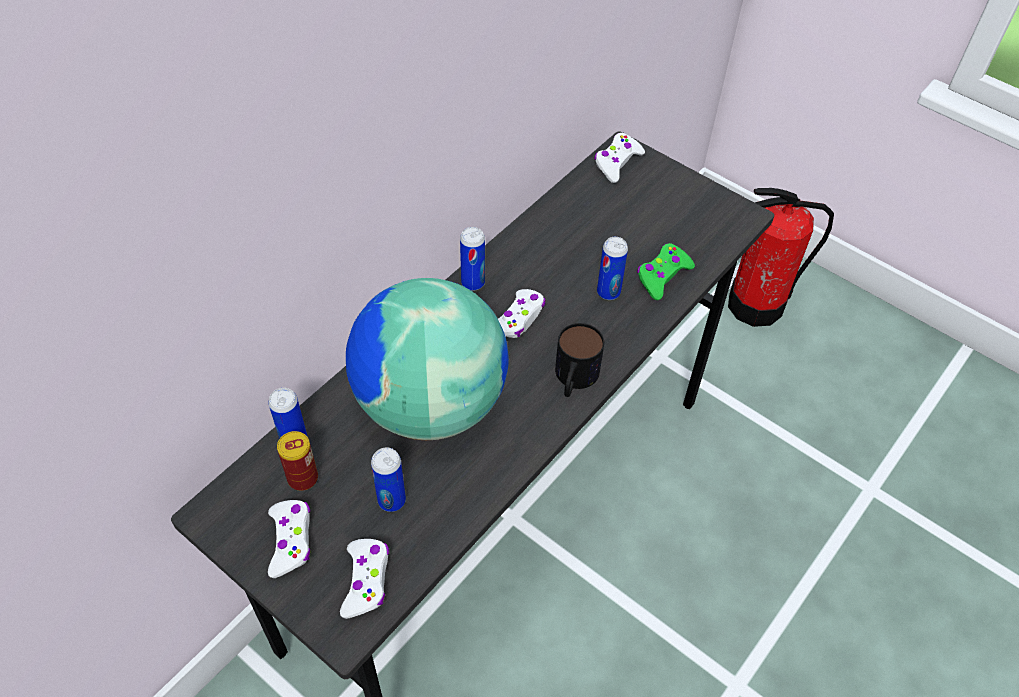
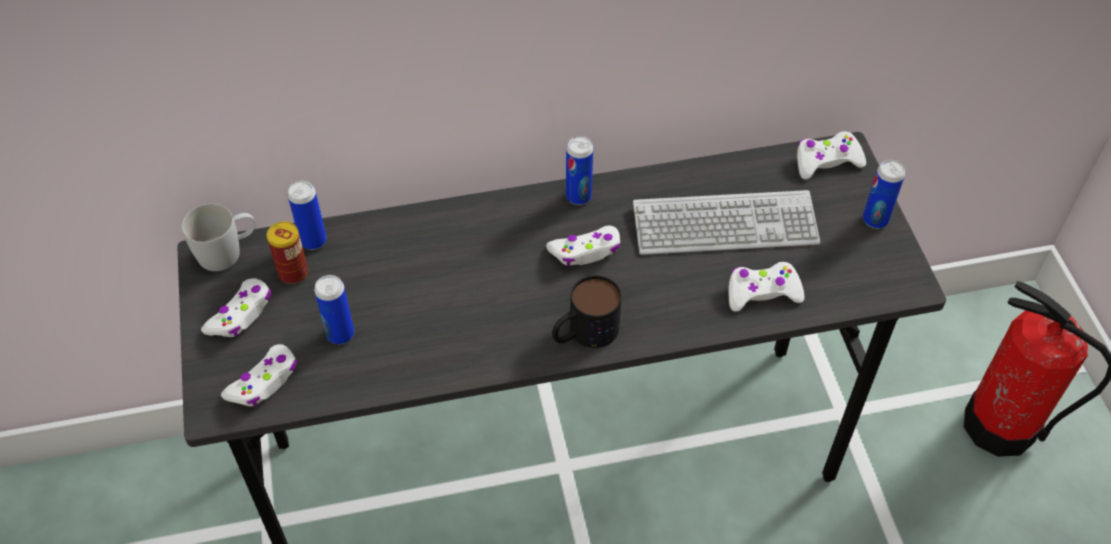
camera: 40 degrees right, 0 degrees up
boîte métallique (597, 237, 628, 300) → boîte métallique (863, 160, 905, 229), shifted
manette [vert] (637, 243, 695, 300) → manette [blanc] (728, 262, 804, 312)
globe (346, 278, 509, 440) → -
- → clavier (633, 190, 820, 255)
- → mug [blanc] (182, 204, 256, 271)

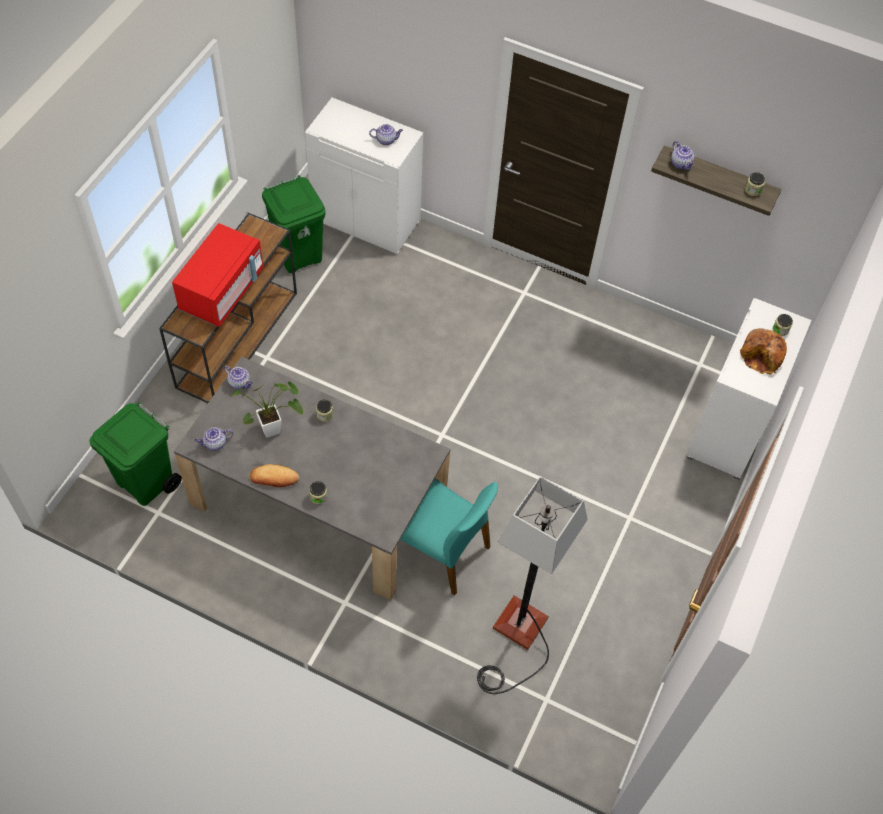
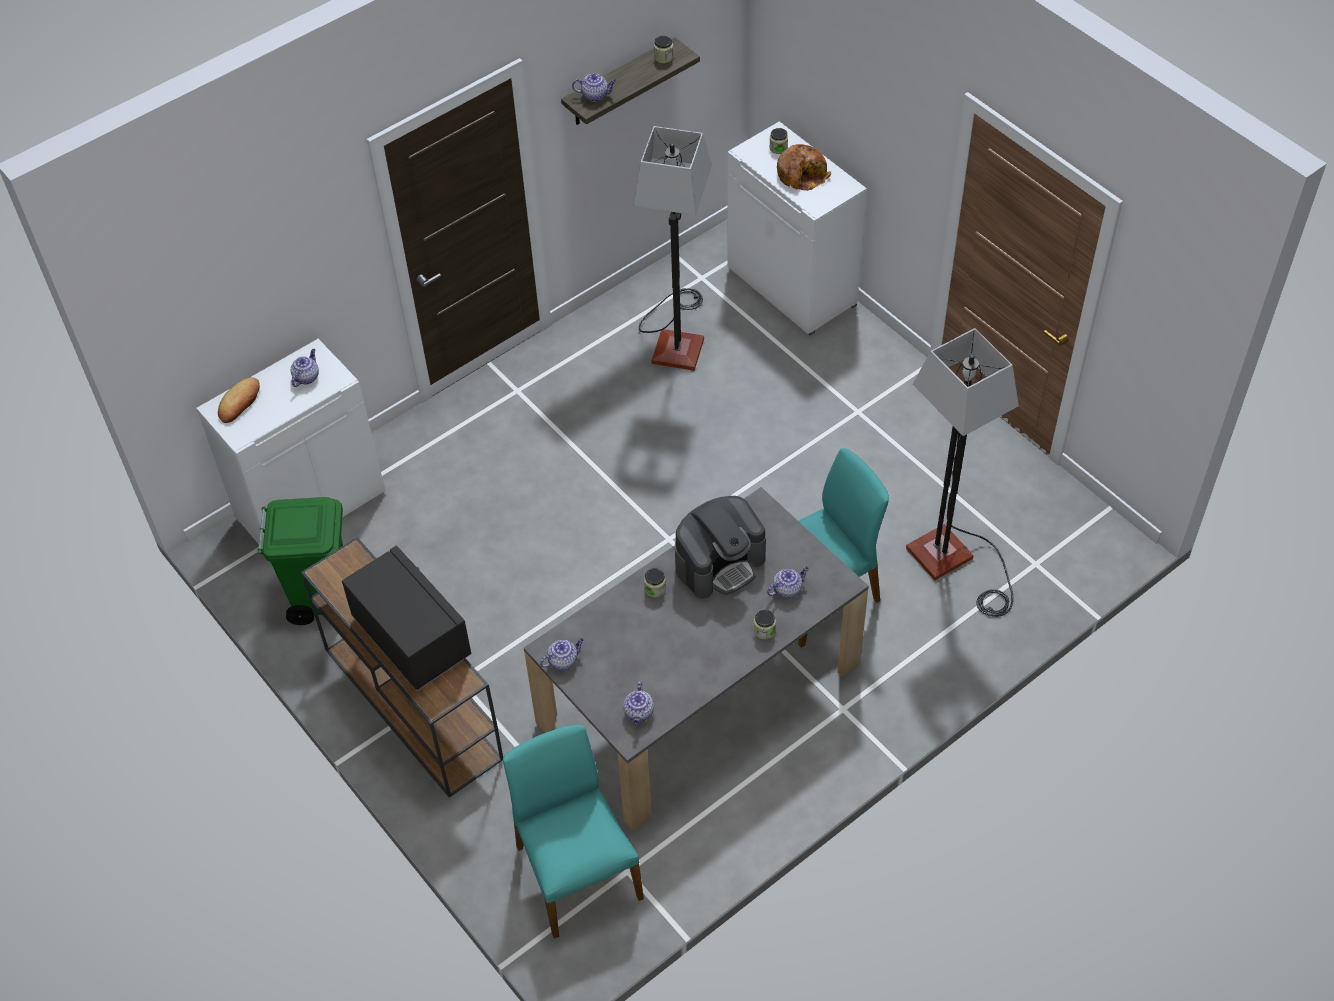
camera: 60 degrees left, 5 degrees down
micro-ondes [rouge] (172, 223, 263, 327) → micro-ondes [noir] (342, 546, 471, 691)
plante en pot (230, 382, 303, 438) → -
poubelle [vert] (89, 402, 182, 506) → chaise [turquoise] (503, 724, 644, 939)
pain (250, 464, 299, 487) → pain (218, 377, 260, 423), shifted
- → lampadaire (633, 126, 712, 371)
- → machine à café (675, 496, 766, 599)
- → théière (767, 567, 809, 598)

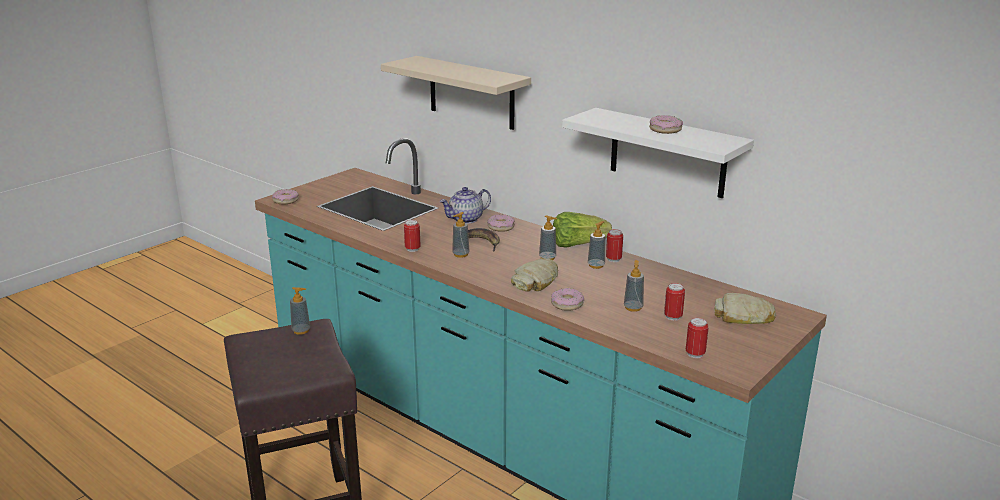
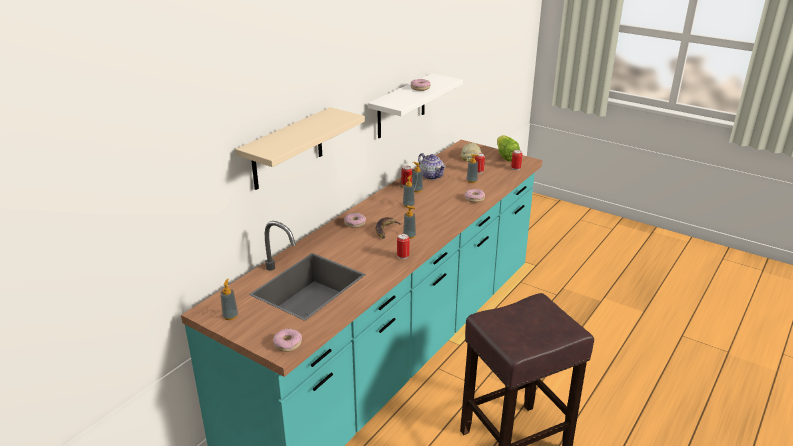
camera: 95 degrees left, 5 degrees up
théière (440, 187, 491, 224) → théière (418, 153, 446, 180), shifted
laitue (553, 212, 612, 248) → laitue (497, 135, 520, 161), shifted
pain (511, 258, 558, 292) → -
distributeur de savon (290, 287, 310, 335) → distributeur de savon (220, 279, 238, 320), shifted

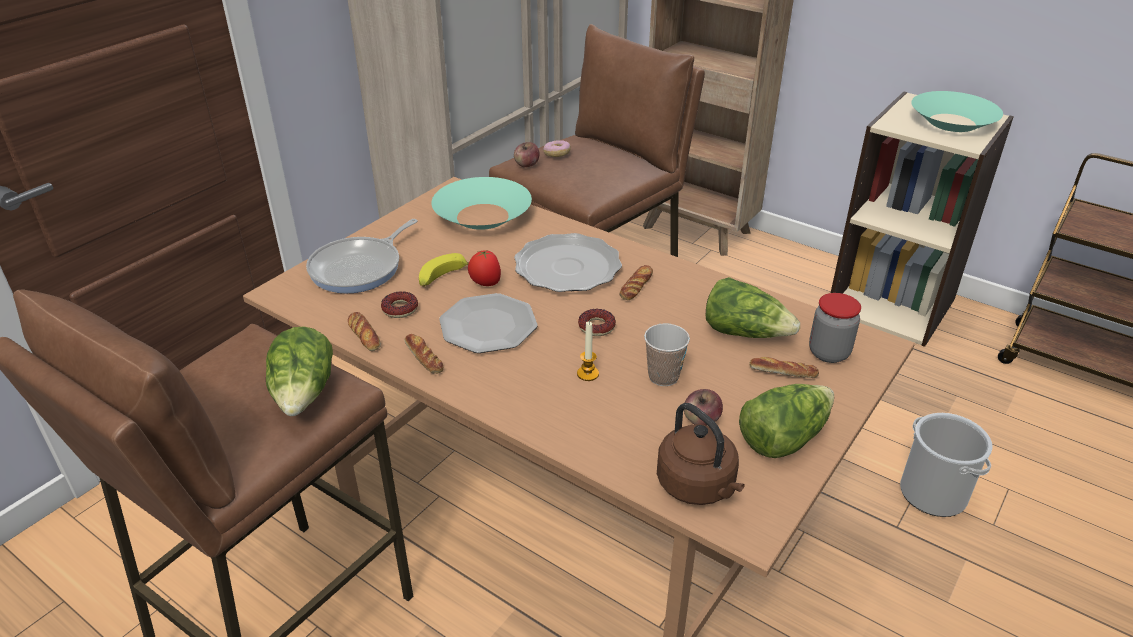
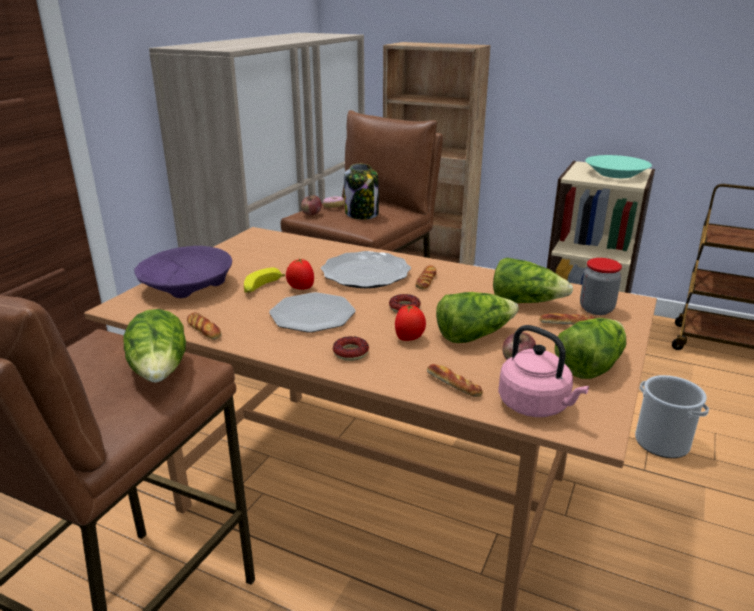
camera: 10 degrees left, 10 degrees down
bol [turquoise] (431, 177, 532, 230) → -
poêle (306, 219, 418, 293) → bol [violet] (134, 246, 232, 298)
beignet (381, 292, 418, 318) → beignet (333, 336, 369, 361), shifted
bougie (577, 322, 599, 381) → tomate (395, 305, 426, 341)
tasse (644, 323, 690, 386) → laitue (436, 292, 519, 343)
pain (405, 334, 443, 374) → pain (427, 364, 483, 397), shifted
bouilloire [marron] (657, 403, 745, 505) → bouilloire [rose] (498, 325, 589, 417)
- → bocal (344, 164, 379, 219)

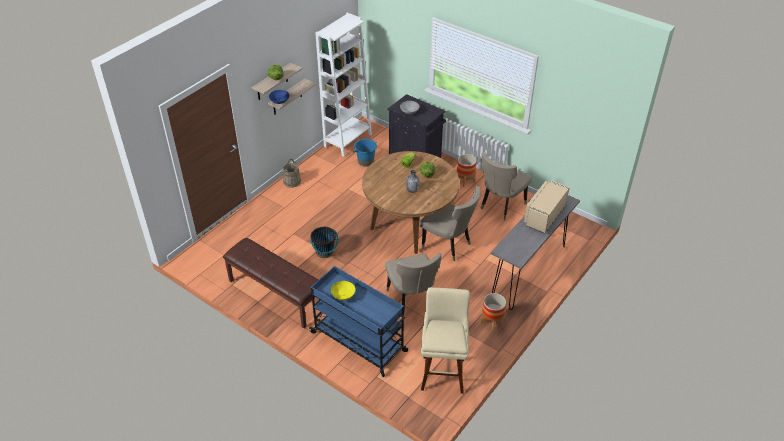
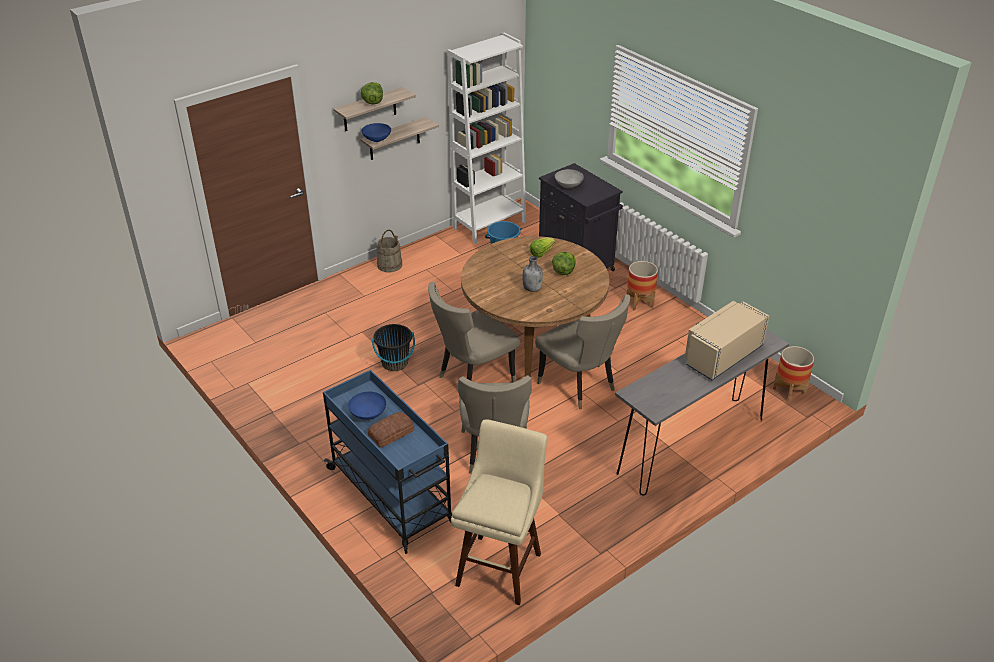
camera: 15 degrees right, 5 degrees down
chaise [beige] (480, 152, 532, 220) → chaise [beige] (428, 282, 520, 383), shifted
banc [marron] (223, 238, 320, 328) → -
bol [jaune] (331, 281, 355, 300) → bol [bleu] (348, 392, 386, 420)
cache-pot (481, 293, 506, 332) → cache-pot (773, 346, 814, 402), shifted
- → pain (368, 412, 414, 448)

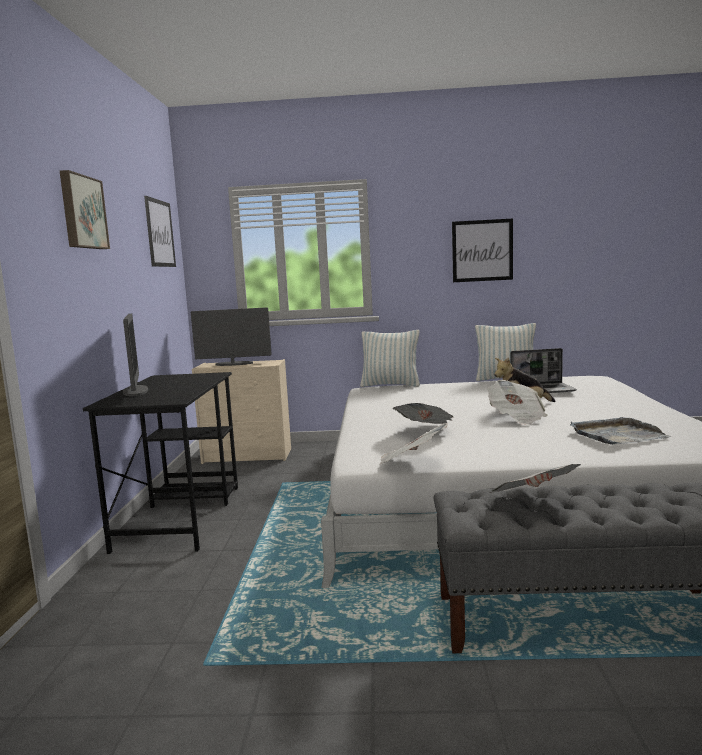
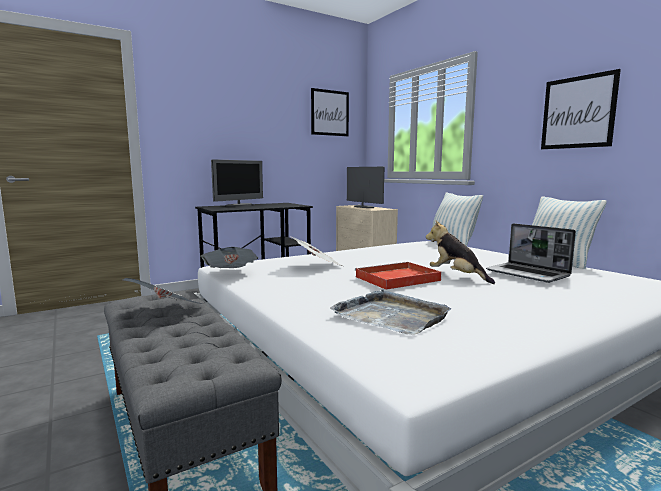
camera: 55 degrees right, 0 degrees up
tableau (60, 170, 110, 249) → -
journal (487, 380, 548, 425) → plateau [rouge] (355, 262, 441, 290)

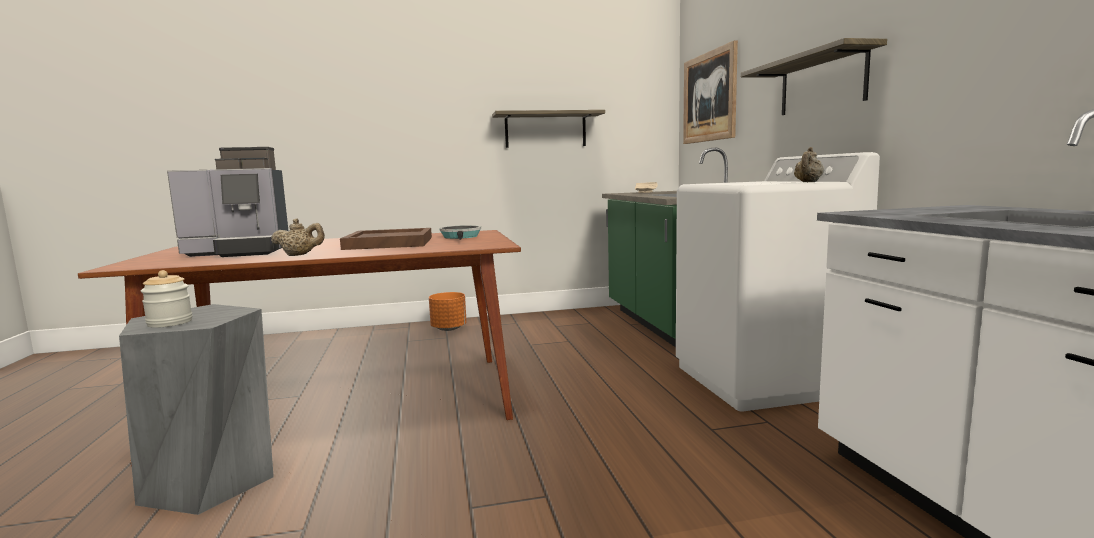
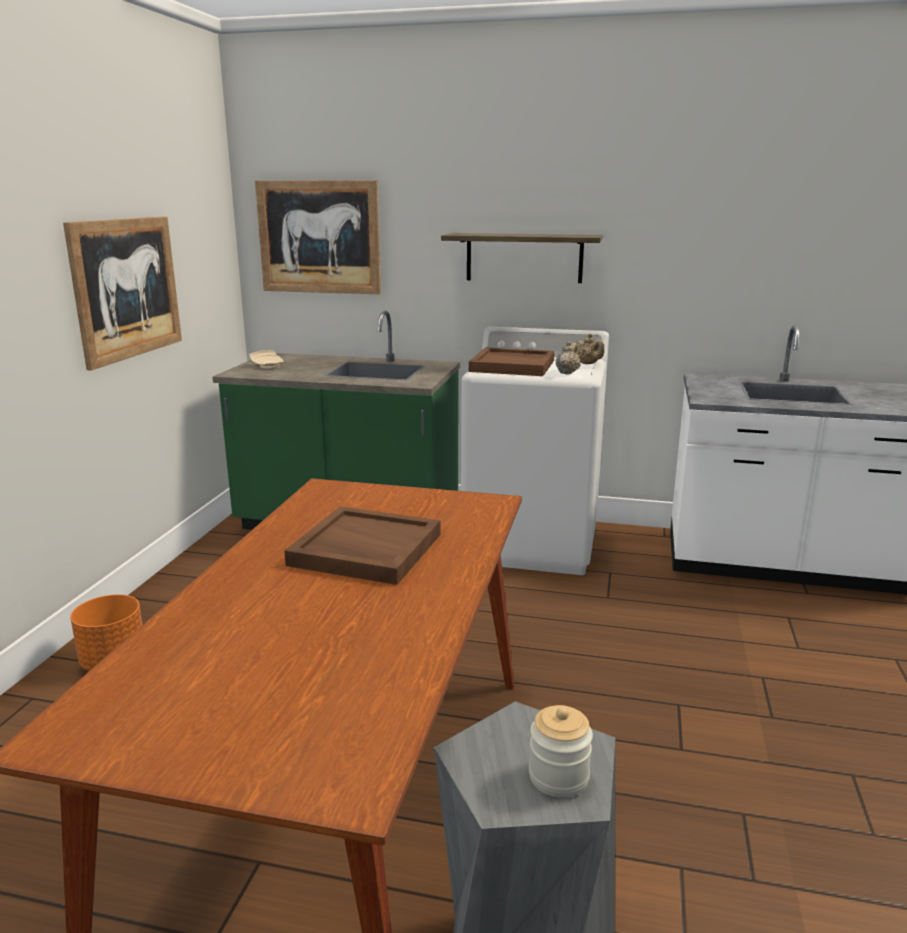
camera: 65 degrees left, 10 degrees up
étagère (492, 110, 605, 148) → tableau (63, 217, 182, 371)
machine à café (167, 147, 288, 257) → -
théière [beige] (271, 218, 325, 256) → théière [beige] (556, 341, 581, 375), shifted
poêle (439, 225, 481, 240) → -
- → plateau [marron] (469, 347, 555, 376)

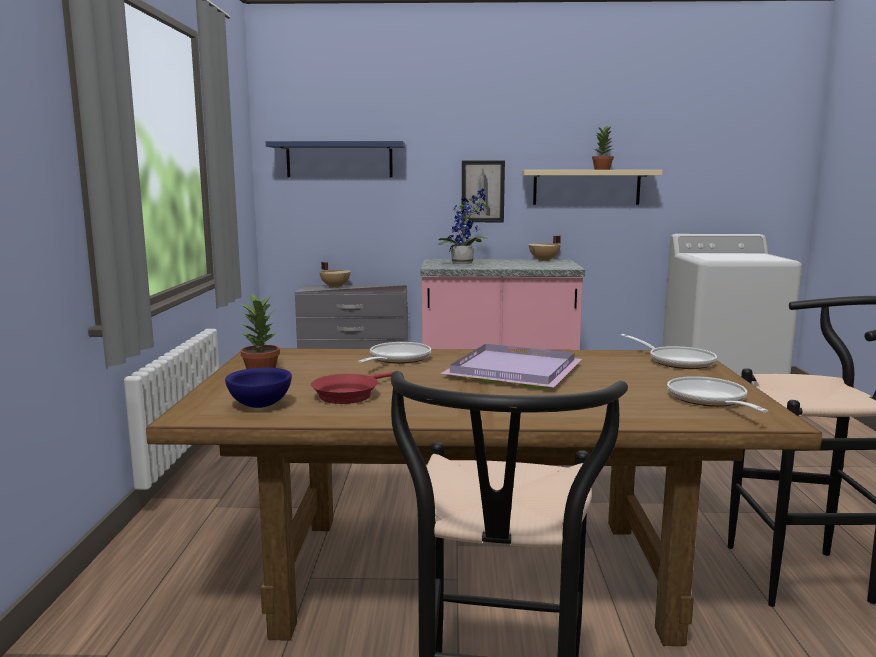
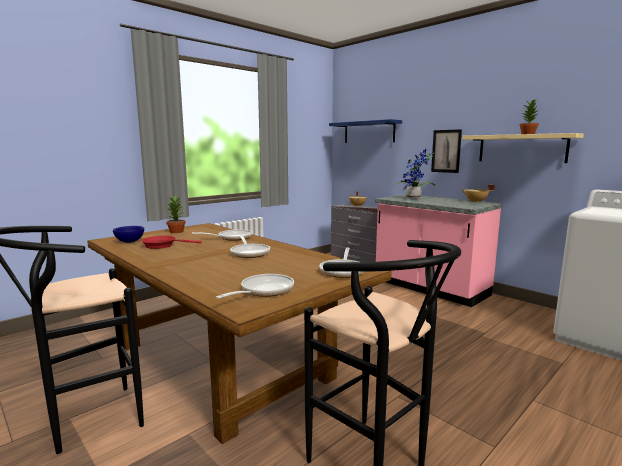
camera: 45 degrees right, 0 degrees up
plateau [violet] (440, 344, 582, 389) → poêle (230, 235, 270, 258)

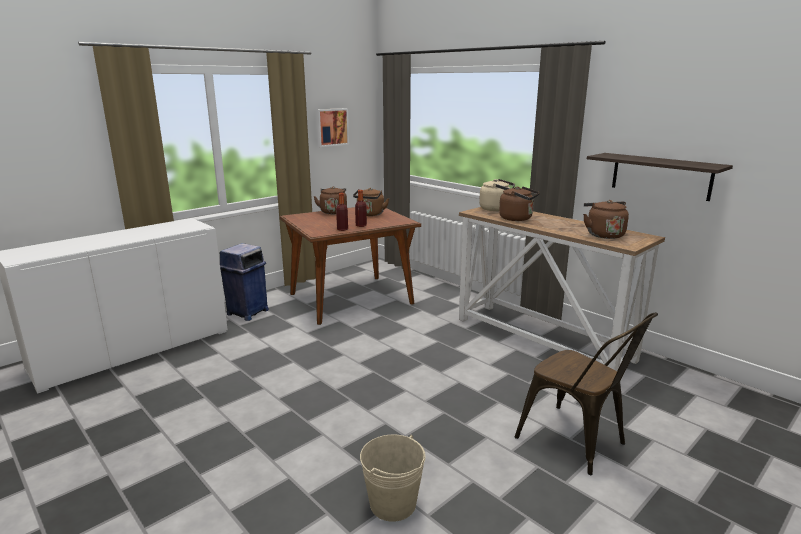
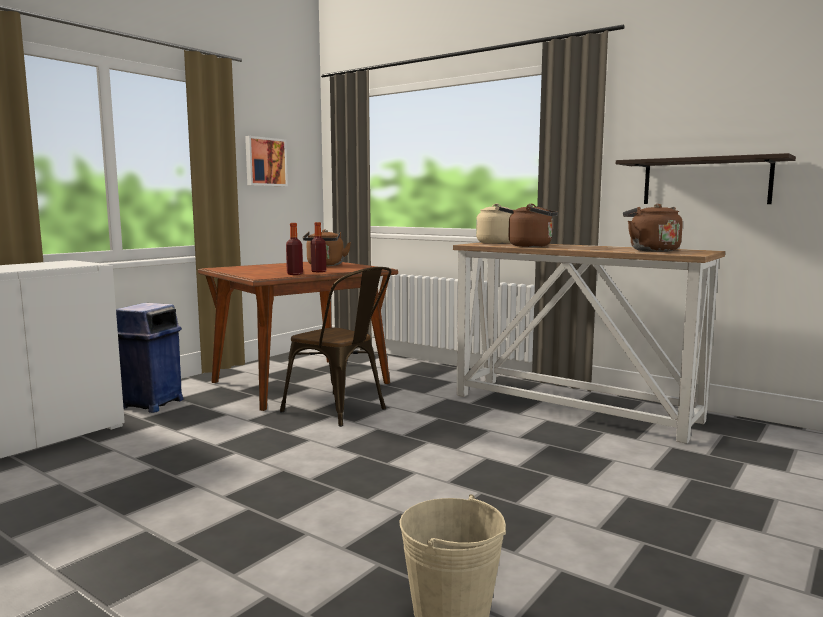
camera: 10 degrees left, 10 degrees down
bouilloire [marron] (313, 187, 347, 214) → -
chaise [marron] (515, 312, 658, 475) → chaise [marron] (280, 267, 392, 427), shifted

